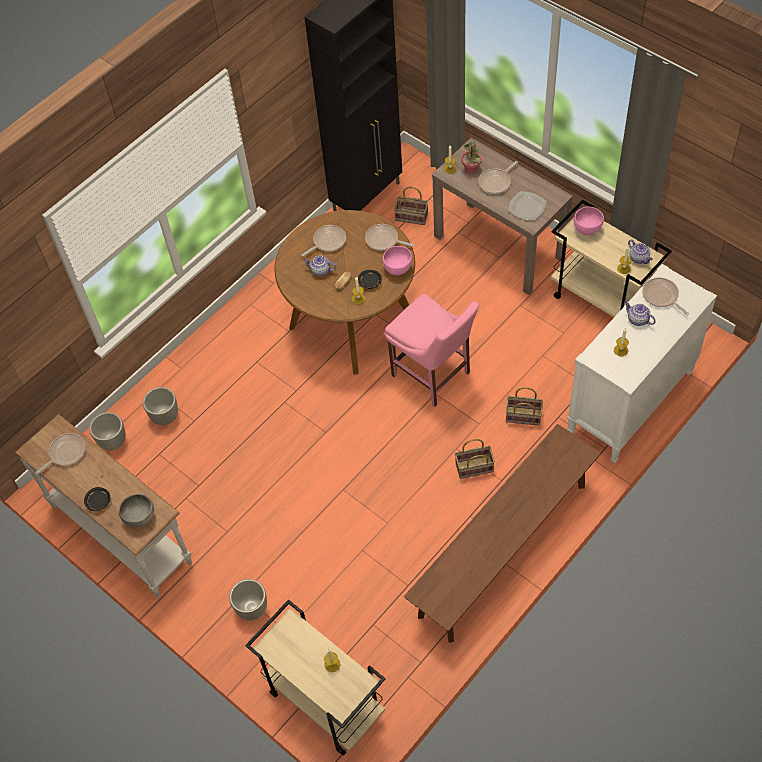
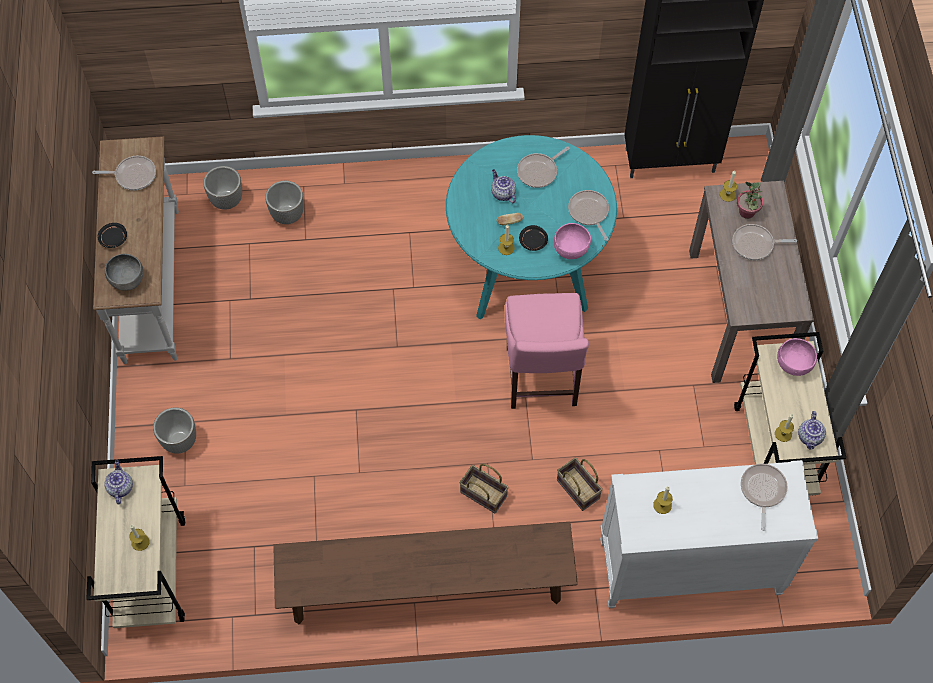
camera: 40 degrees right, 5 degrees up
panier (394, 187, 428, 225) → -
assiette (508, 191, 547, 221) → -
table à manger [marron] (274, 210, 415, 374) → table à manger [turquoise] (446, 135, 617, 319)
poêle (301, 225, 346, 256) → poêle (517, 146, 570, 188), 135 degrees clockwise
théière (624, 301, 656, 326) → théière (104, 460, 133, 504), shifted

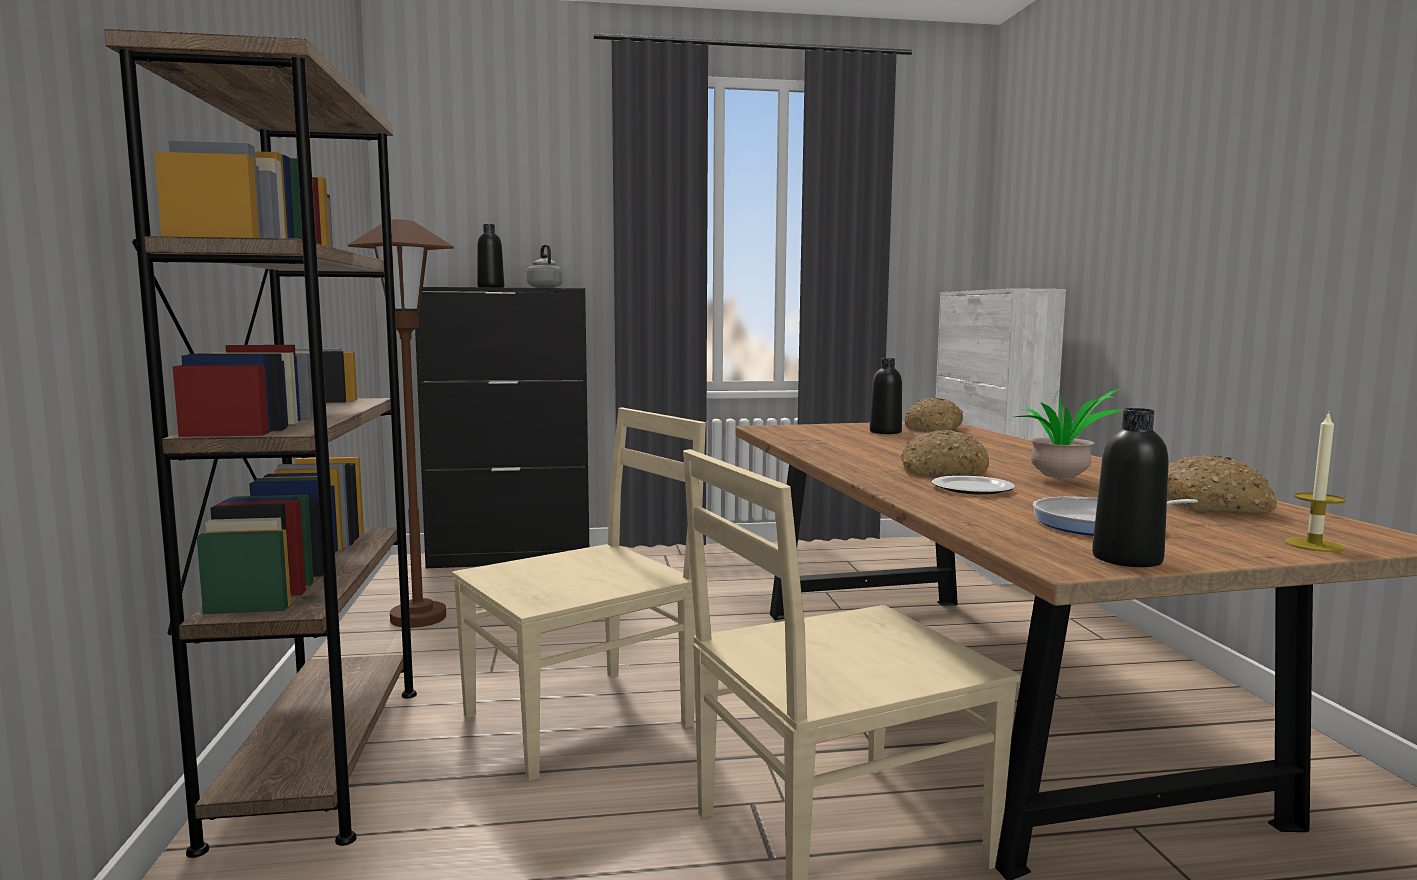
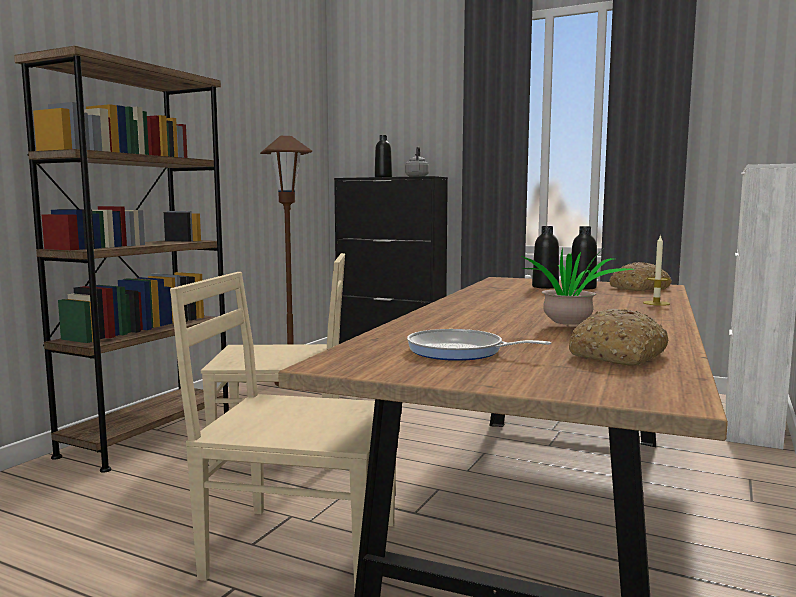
camera: 35 degrees right, 0 degrees up
bouteille [noir] (1092, 408, 1169, 567) → bouteille [noir] (532, 226, 559, 289), shifted
bougie (1284, 412, 1346, 552) → bougie (643, 234, 670, 306), shifted
pain (901, 430, 989, 476) → -
assiette (932, 476, 1015, 495) → -

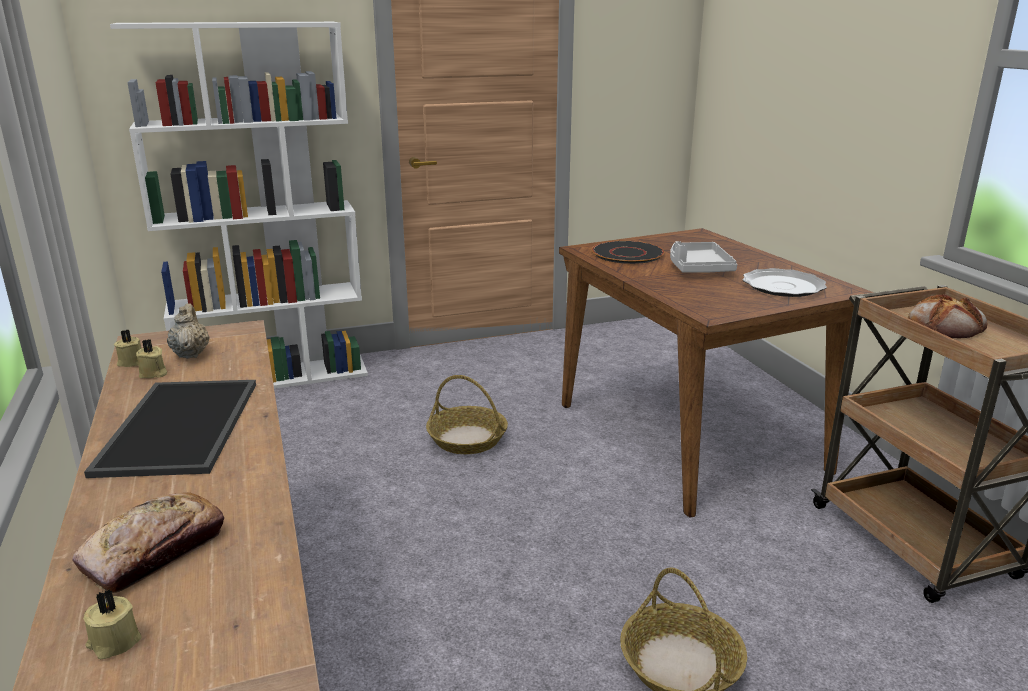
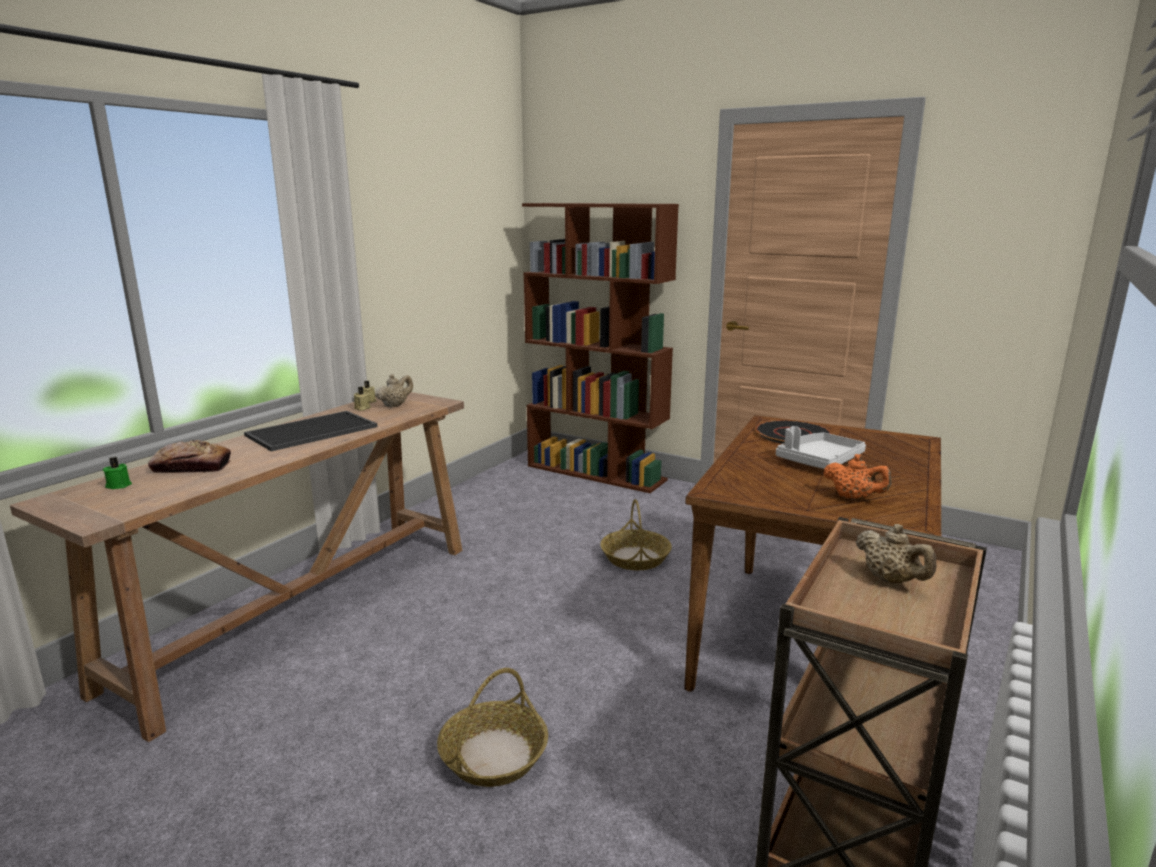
camera: 50 degrees right, 5 degrees down
bibliothèque [blanc] (110, 22, 368, 389) → bibliothèque [marron] (522, 203, 679, 493)
assiette (743, 268, 827, 297) → théière [orange] (823, 454, 892, 500)
pain (908, 294, 987, 338) → théière [beige] (856, 524, 936, 584)
bougie [beige] (83, 589, 142, 659) → bougie [vert] (103, 457, 132, 489)

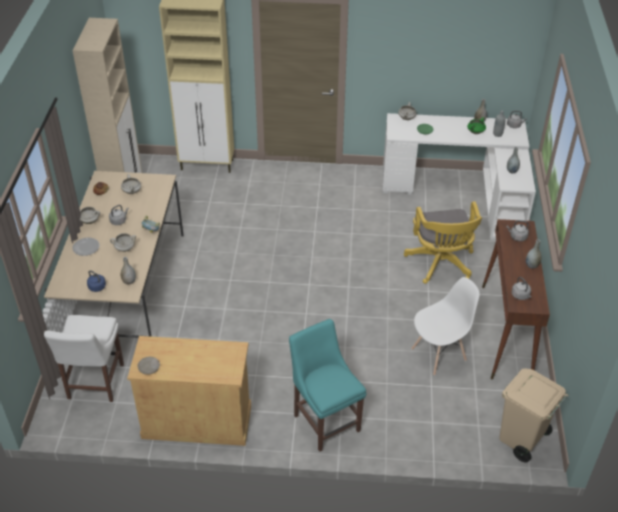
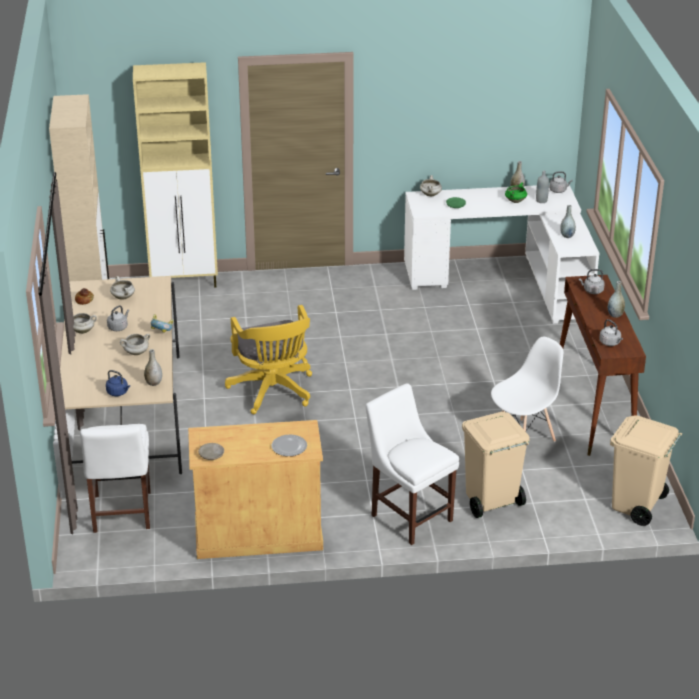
camera: 10 degrees left, 10 degrees down
chaise de bureau [jaune] (404, 201, 482, 284) → chaise de bureau [jaune] (225, 305, 312, 414), shifted
assiette (72, 238, 99, 256) → assiette (272, 434, 307, 456), shifted
chaise [turquoise] (289, 319, 367, 452) → chaise [blanc] (365, 383, 459, 545)
- → poubelle [beige] (462, 412, 530, 518)

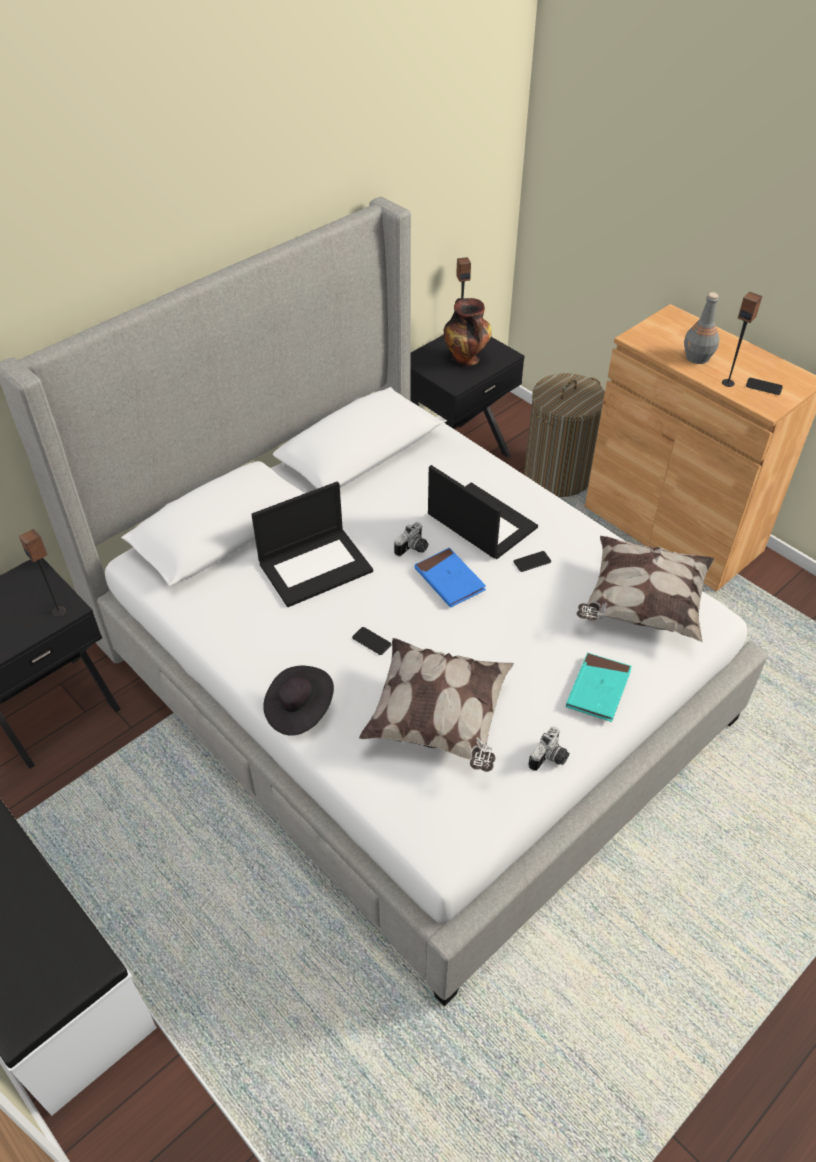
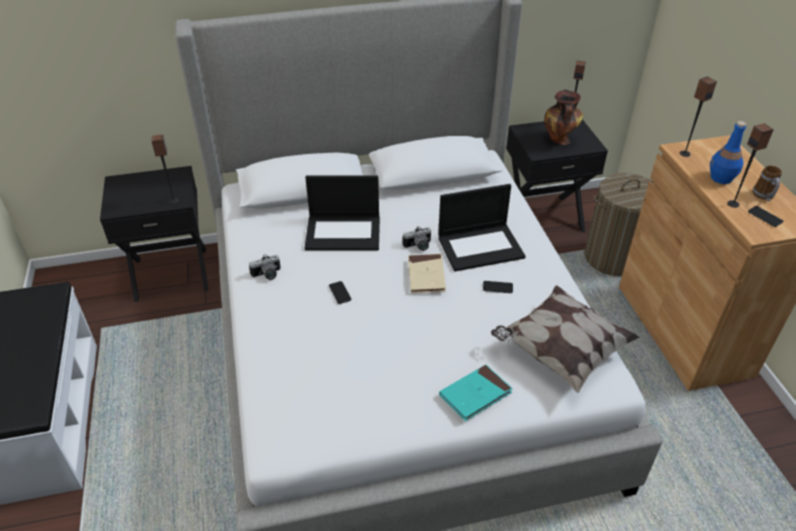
camera: 30 degrees right, 5 degrees down
bouteille [gris] (684, 292, 719, 364) → bouteille [bleu] (710, 121, 746, 184)
ordinateur portable (428, 465, 538, 559) → ordinateur portable (438, 184, 526, 272), 90 degrees clockwise
livre [bleu] (415, 548, 486, 608) → livre [beige] (408, 254, 446, 293)
coussin (359, 638, 514, 772) → -
chapeau [noir] (263, 666, 334, 736) → -
appareil photo (528, 726, 569, 771) → appareil photo (249, 254, 281, 280), shifted
- → enceinte (680, 76, 717, 157)
- → mug (753, 165, 782, 201)

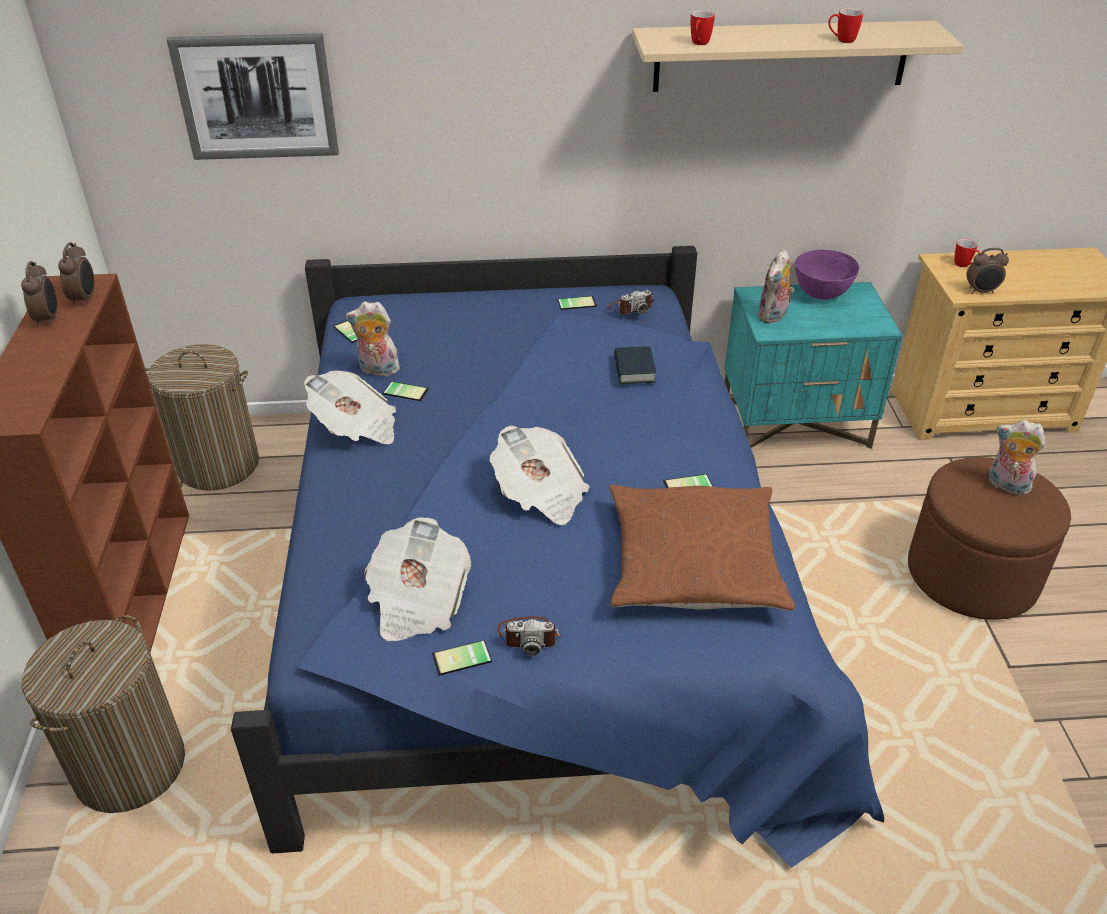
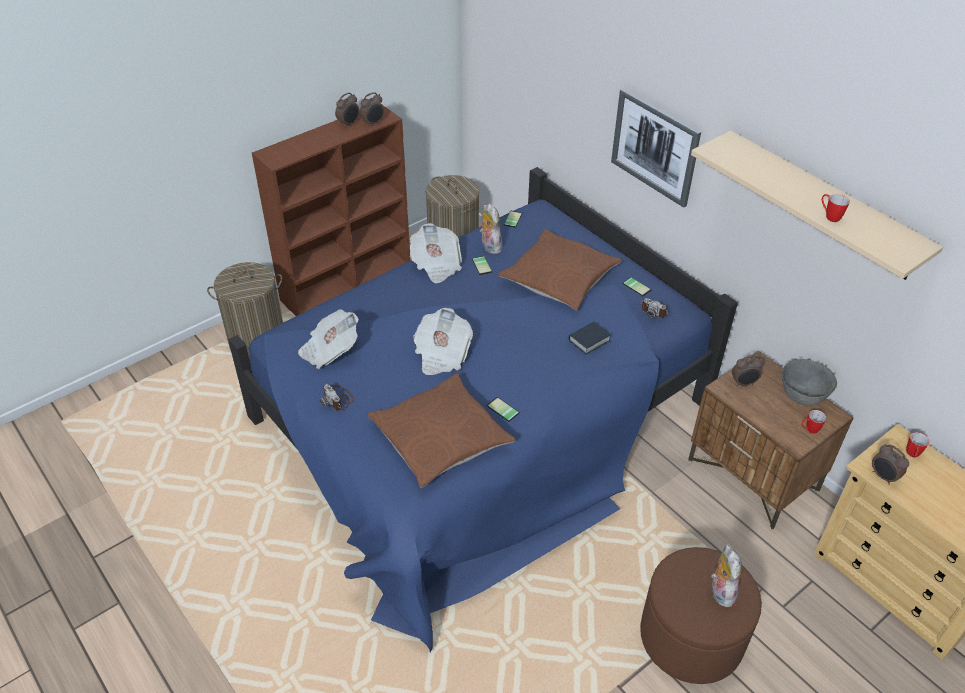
camera: 55 degrees right, 5 degrees up
mug (691, 10, 715, 45) → mug (801, 410, 826, 434), shifted
tableau (166, 33, 339, 160) → tableau (611, 88, 701, 208), shifted
peluche (757, 249, 794, 324) → réveil (732, 355, 764, 387)
bol [violet] (795, 250, 859, 300) → bol [gris] (782, 359, 837, 406)
table de chevet [turquoise] (725, 282, 903, 449) → table de chevet [marron] (688, 351, 854, 529)
téléphone (432, 640, 492, 676) → -
- → coussin [marron] (498, 229, 622, 310)

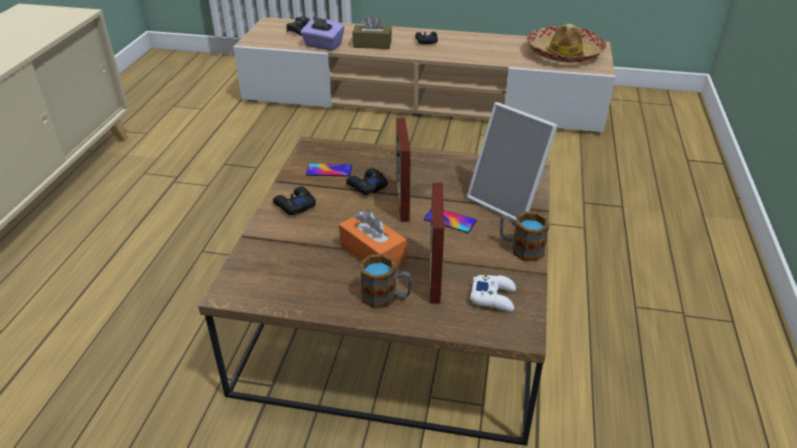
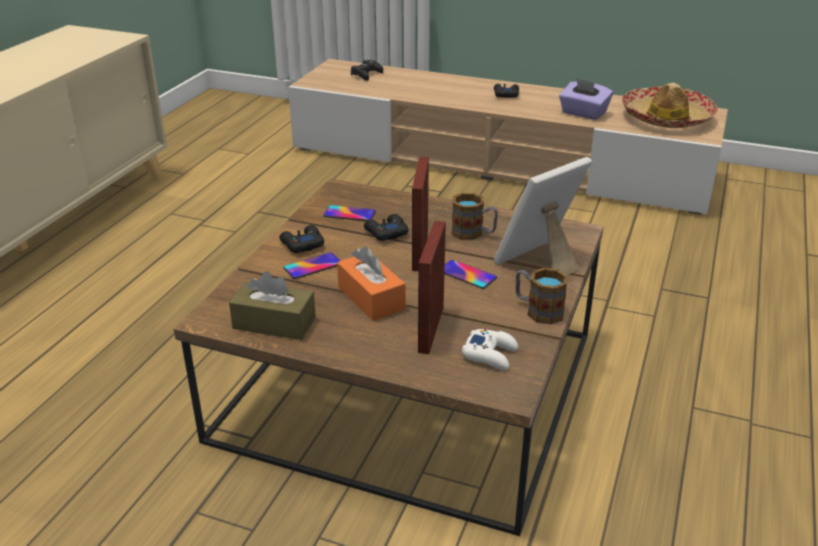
camera: 10 degrees right, 5 degrees down
boîte à mouchoirs [marron] (352, 14, 392, 49) → boîte à mouchoirs [marron] (229, 271, 316, 340), shifted
boîte à mouchoirs [violet] (300, 16, 344, 51) → boîte à mouchoirs [violet] (559, 78, 613, 120), shifted
cadre photo (467, 102, 558, 221) → cadre photo (494, 157, 592, 275), 90 degrees clockwise
mug (360, 254, 412, 308) → mug (452, 193, 498, 240), shifted
- → téléphone (283, 252, 340, 279)

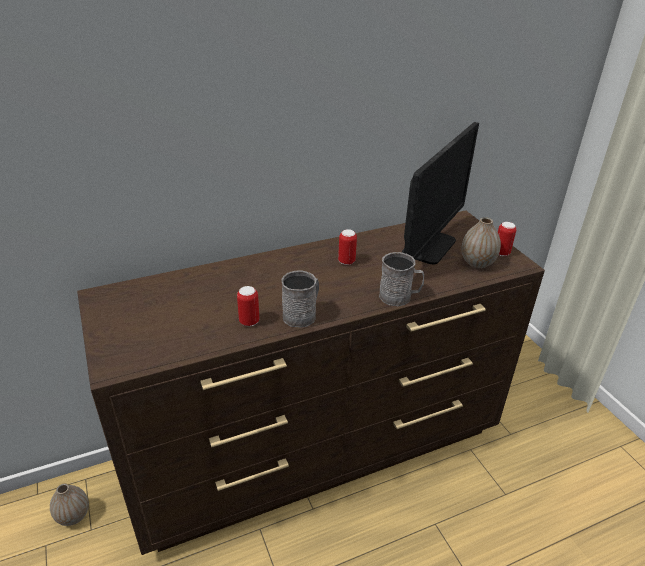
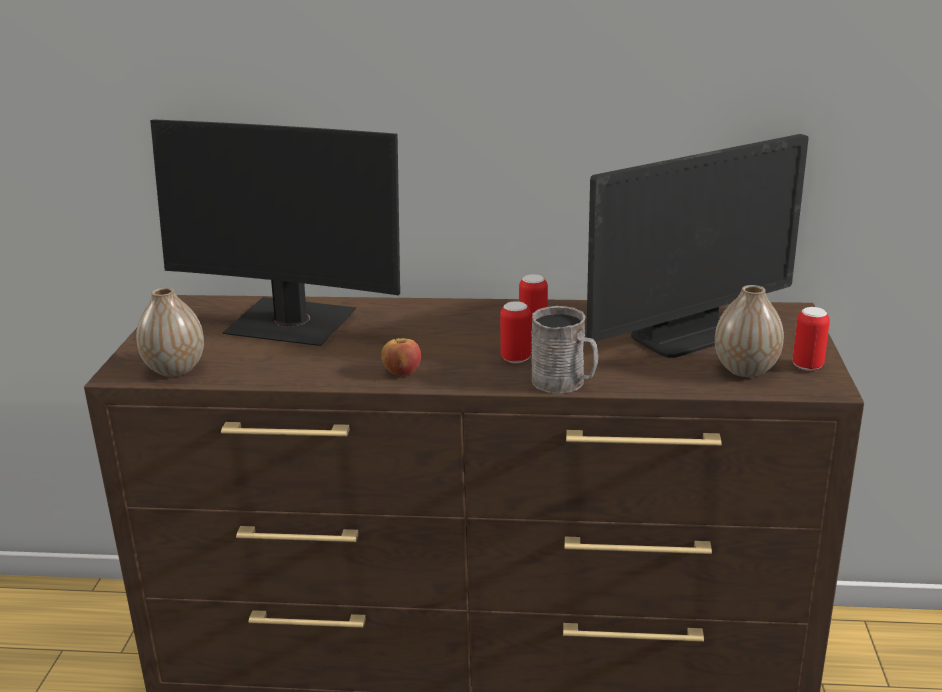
camera: 30 degrees right, 10 degrees down
mug [gris] (281, 270, 319, 327) → pomme (381, 338, 421, 376)
boîte métallique (237, 286, 259, 326) → boîte métallique (500, 301, 531, 363), shifted
vase (50, 484, 89, 526) → vase (136, 287, 204, 377), shifted
- → écran d'ordinateur (150, 120, 400, 346)

